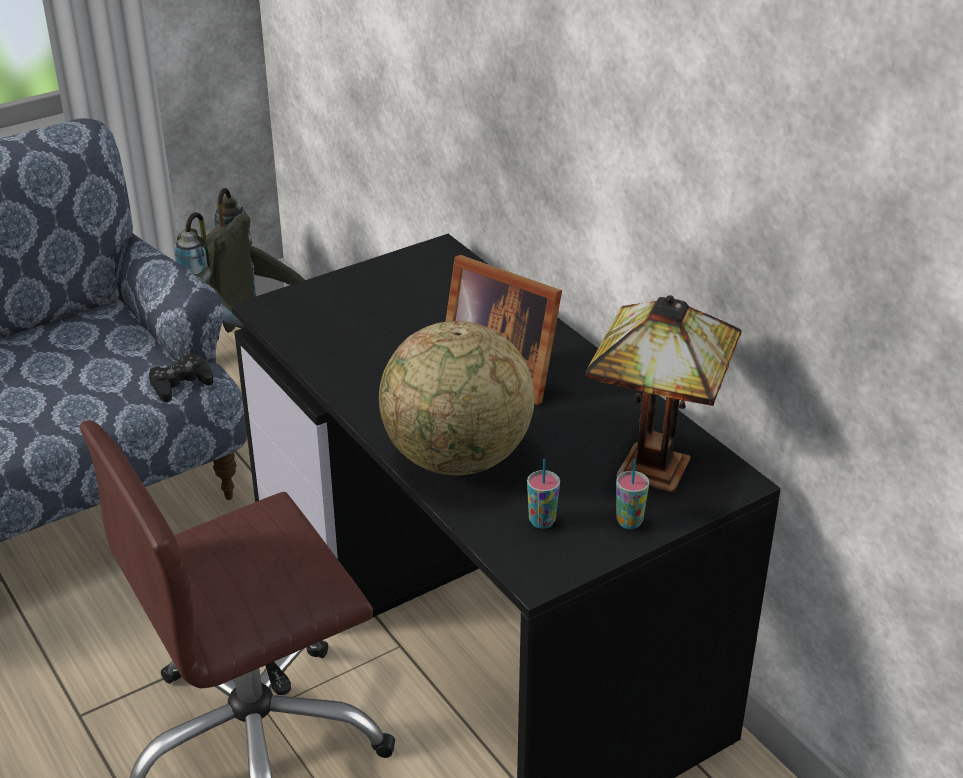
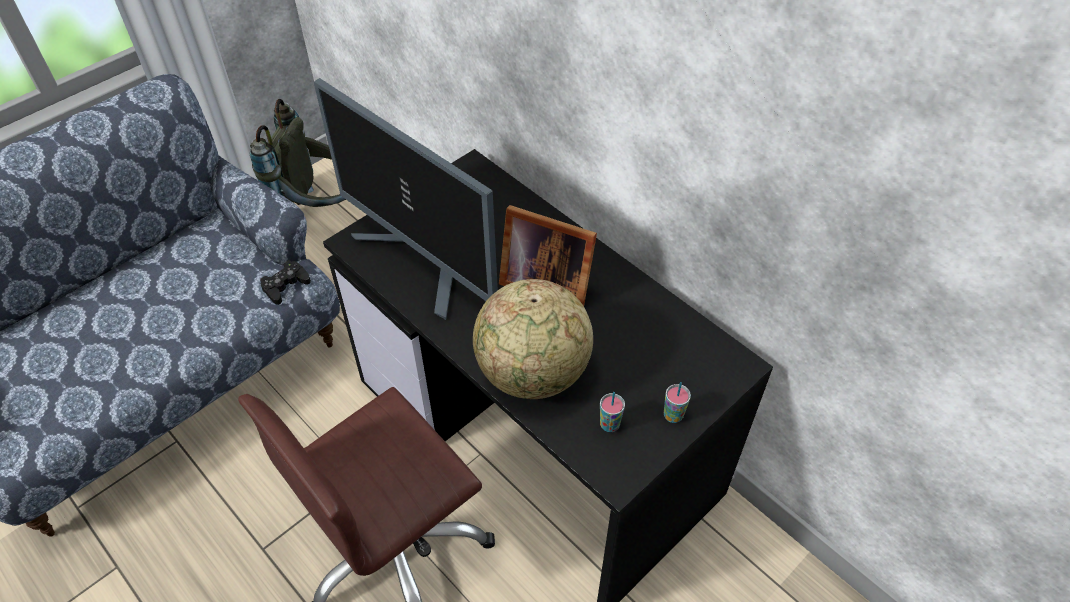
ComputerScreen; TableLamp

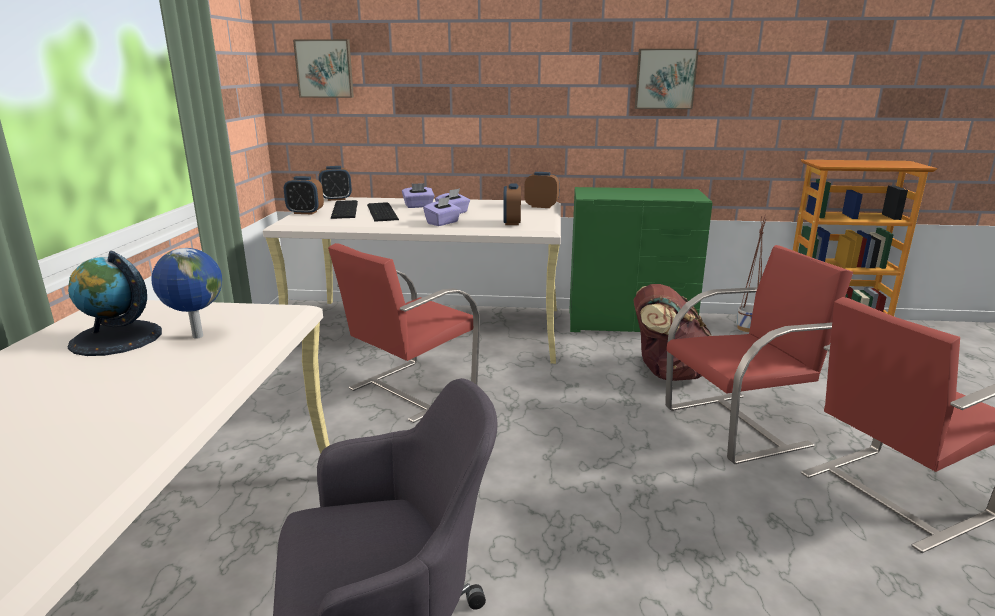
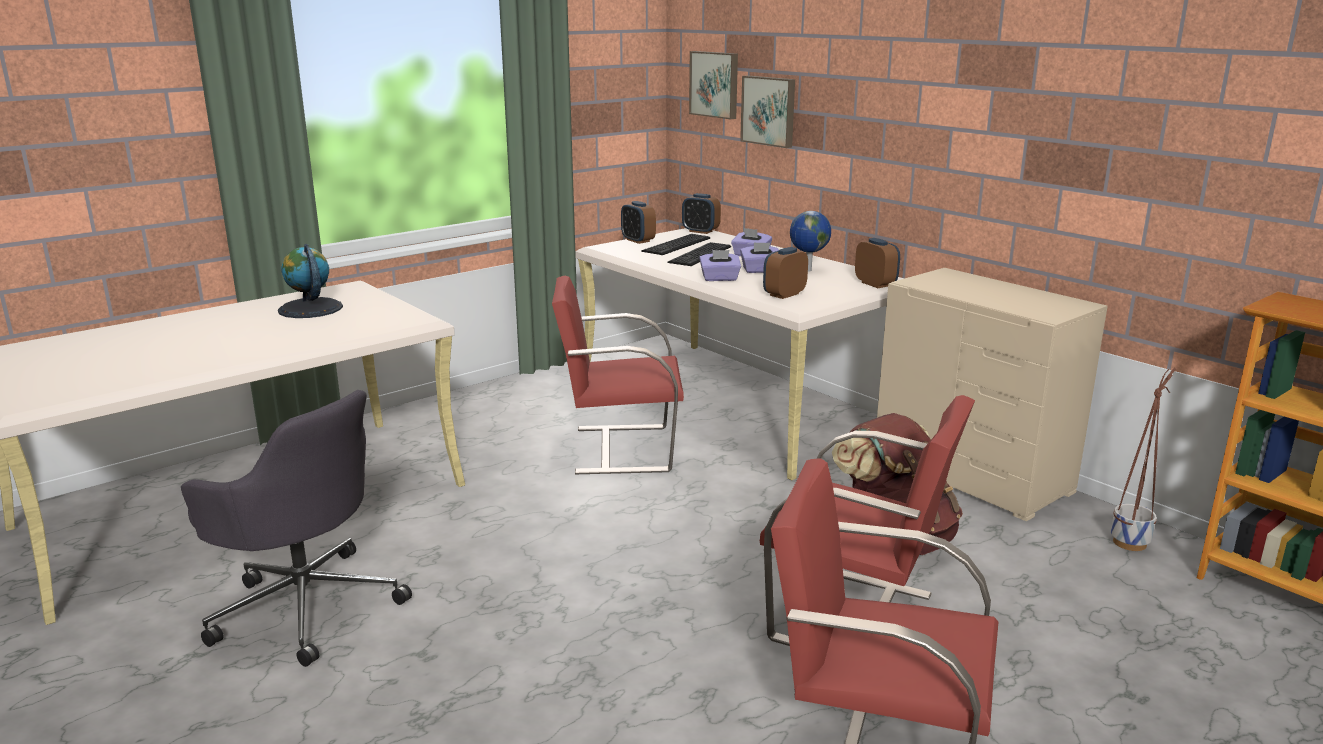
Picture (no. 2 from left); Globe (no. 2 from left); BeigeDresser

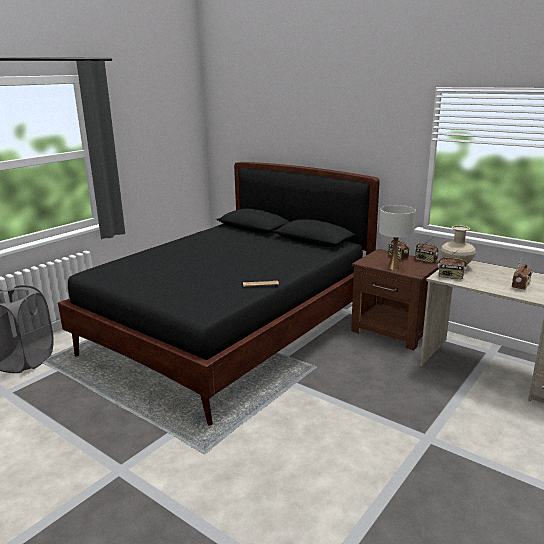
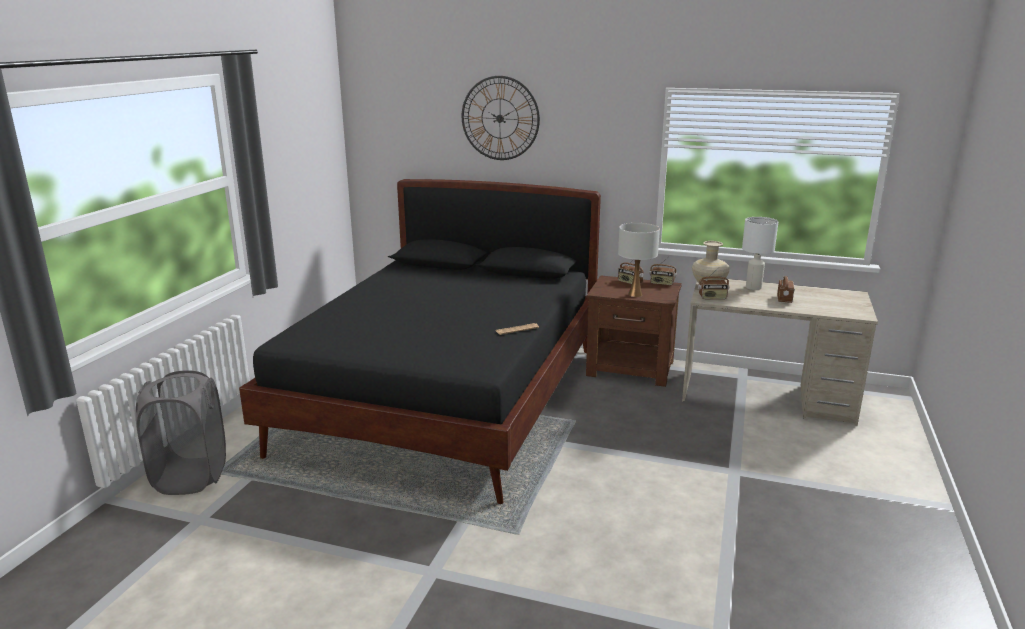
HangingClock; WhiteColouredTableLamp (no. 2 from left)

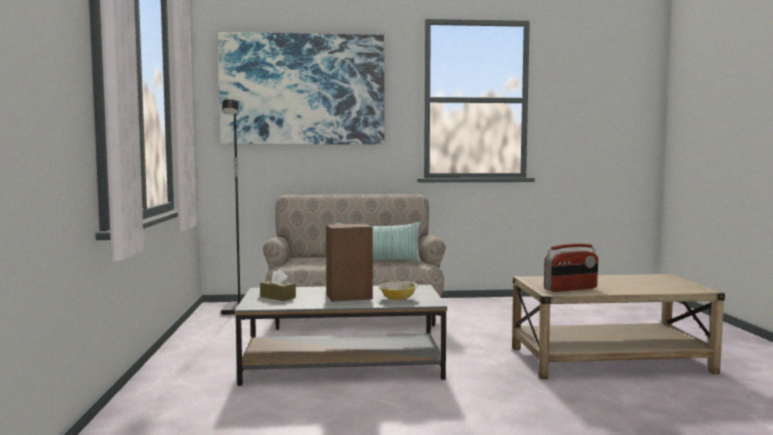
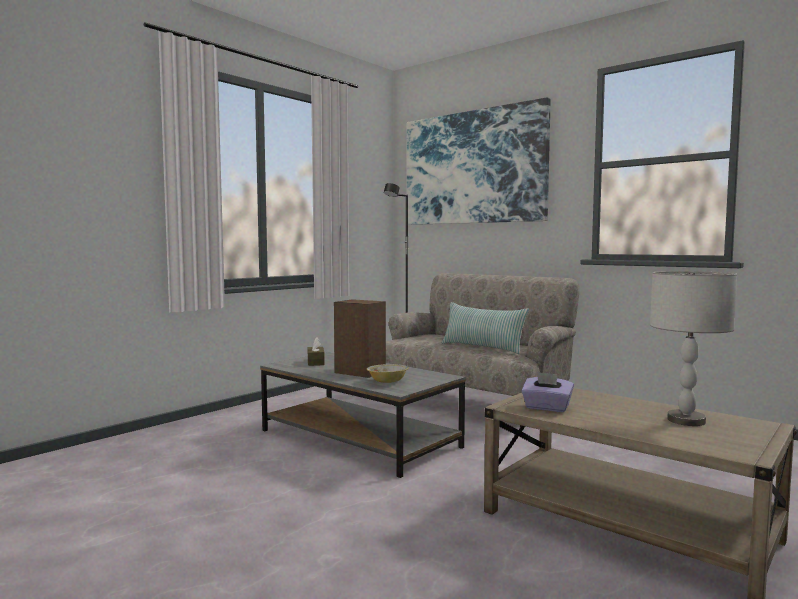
PurplishBoxOfTissues; GrayTableLamp

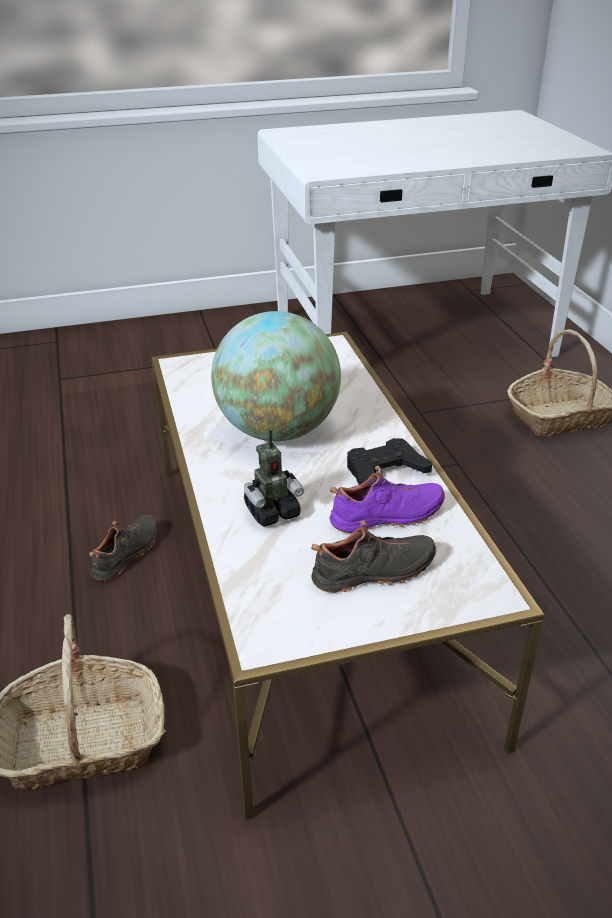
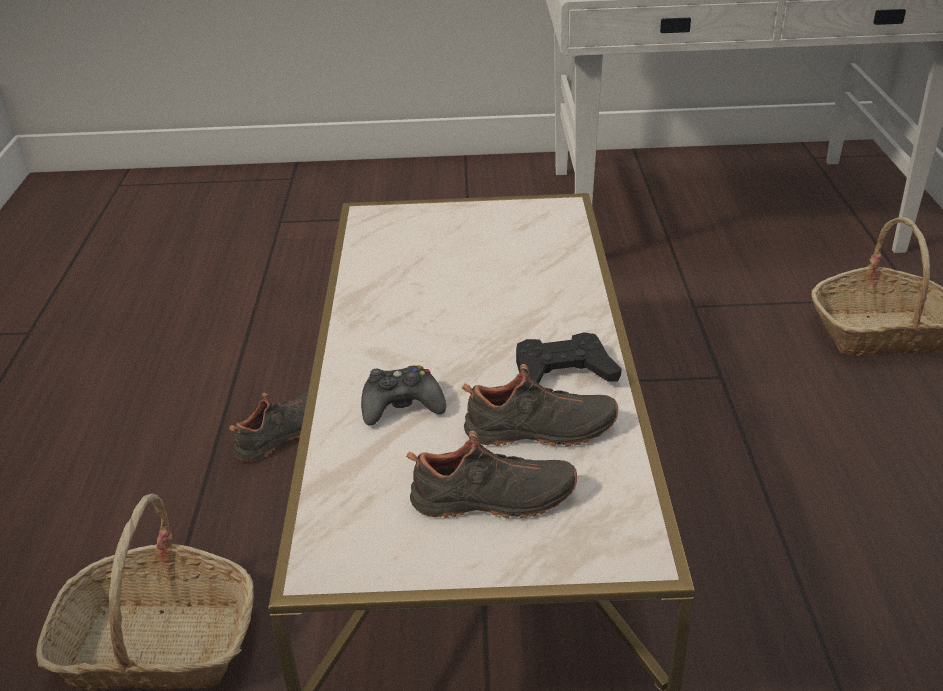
BlackishJoypad (no. 1 from left); BlackishItemOfFootwear (no. 3 from left); Globe

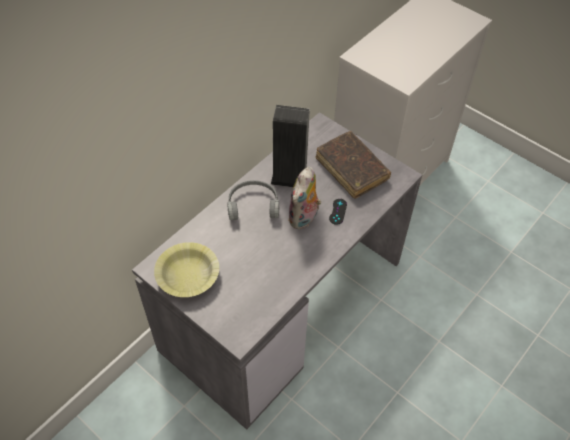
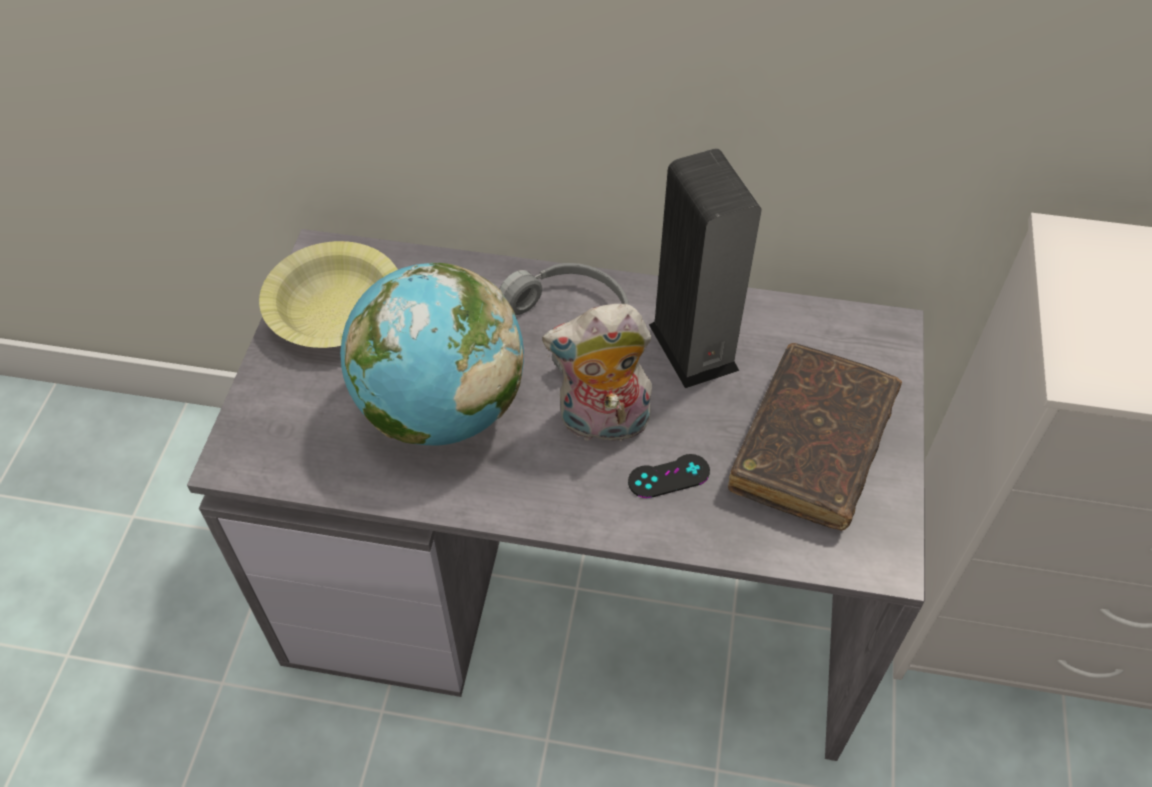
Globe

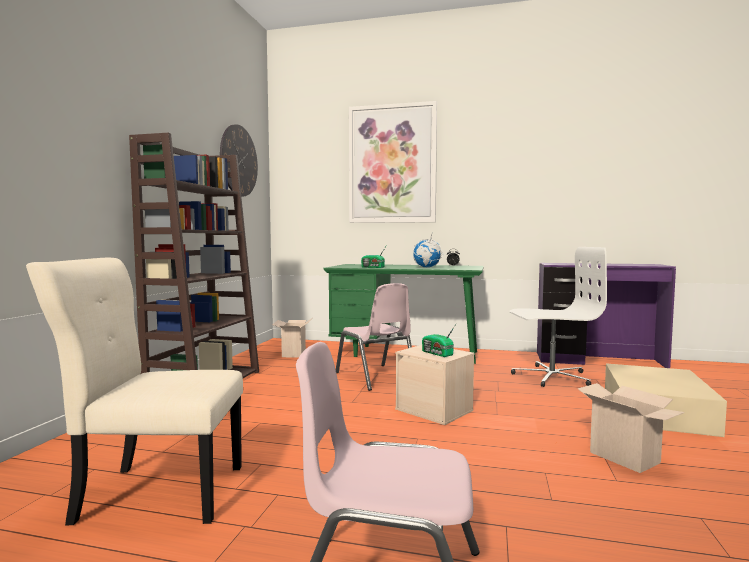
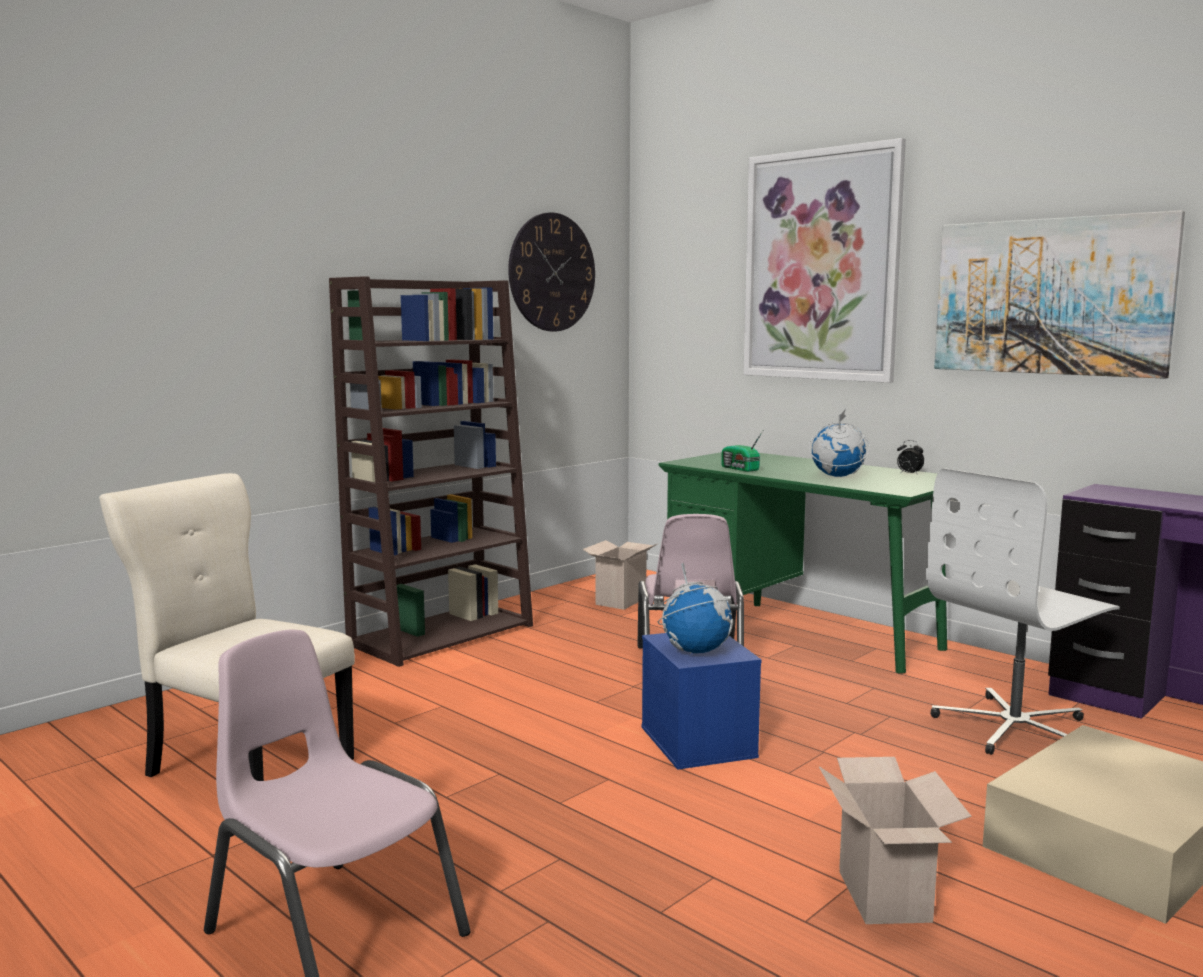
BlueColouredStorageContainer; Globe (no. 1 from left); WhiteColouredDeskChair; Picture (no. 2 from left)

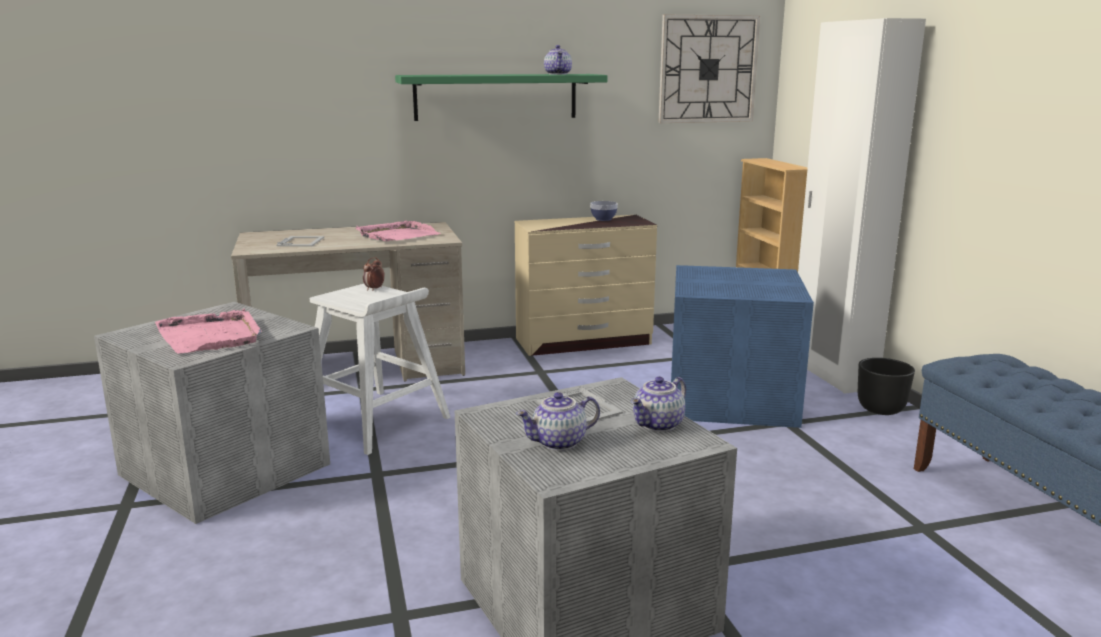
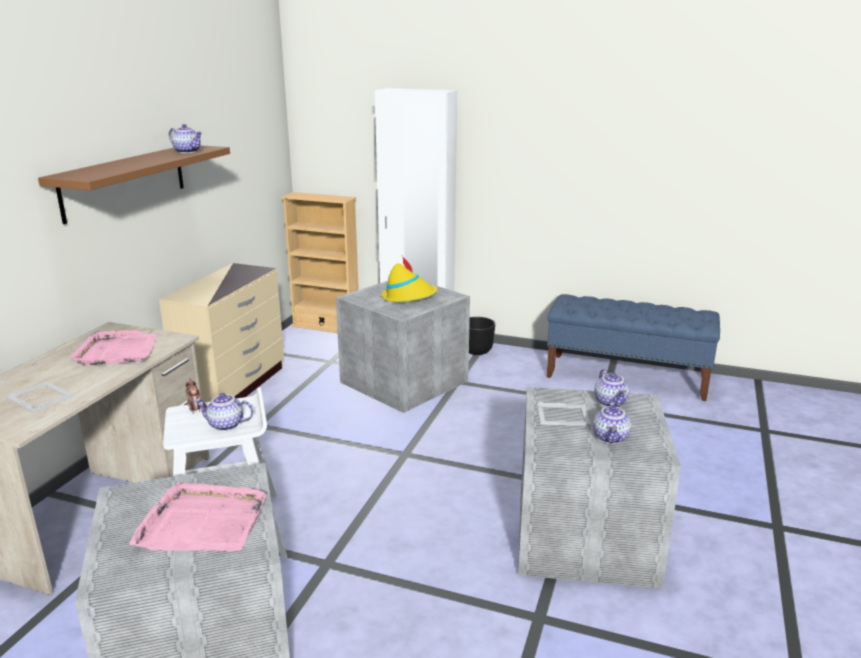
BrownWallShelf; TeaPot (no. 2 from left); GrayStorageContainer (no. 2 from left); YellowWearableHat; DeepDish; HangingClock

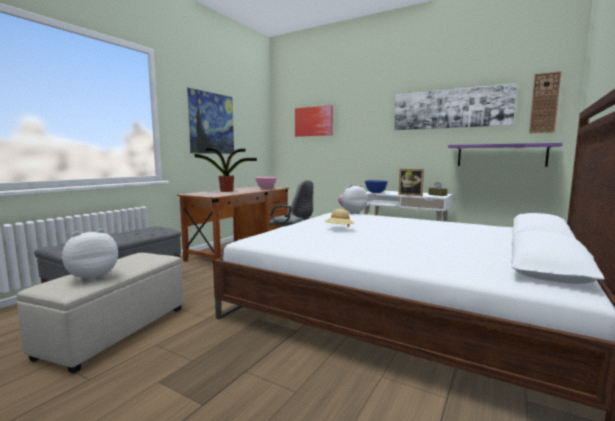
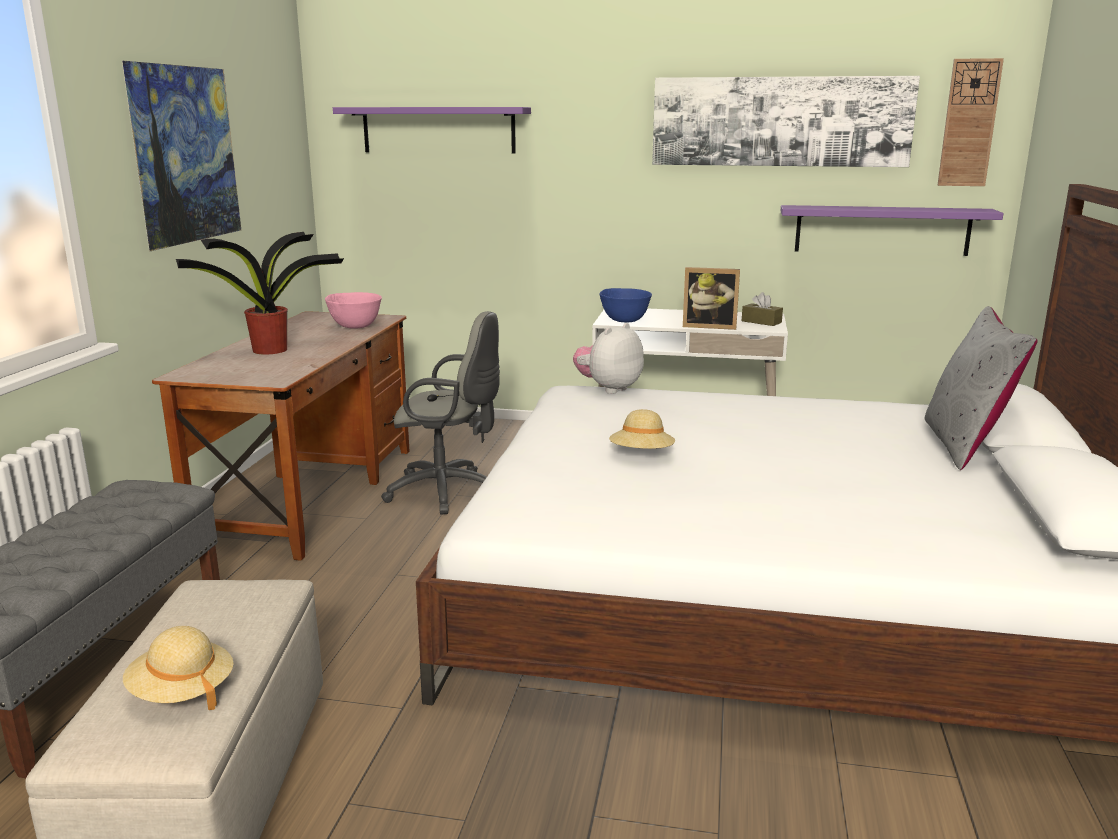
BeigeWearableHat (no. 1 from left); PurplishWallShelf (no. 1 from left); GrayPillow

